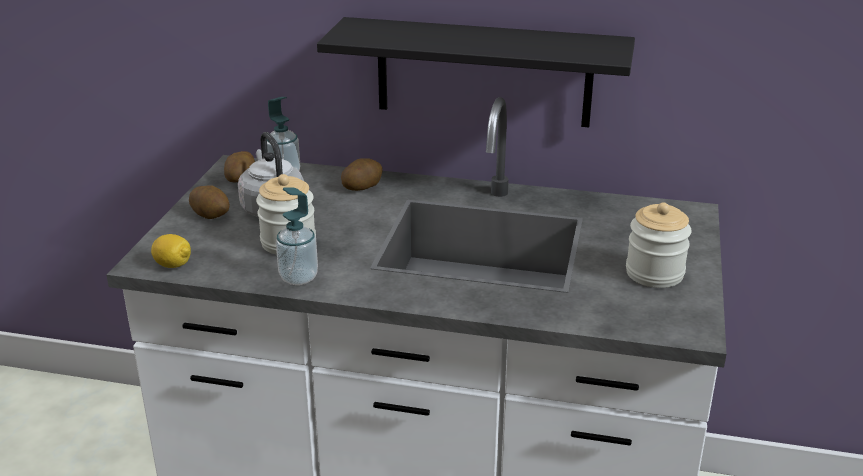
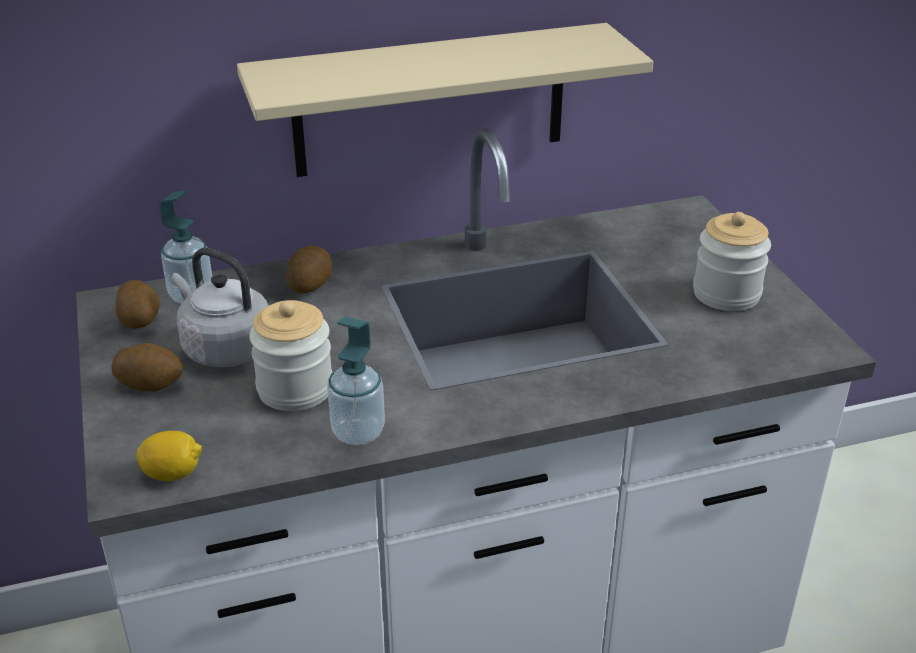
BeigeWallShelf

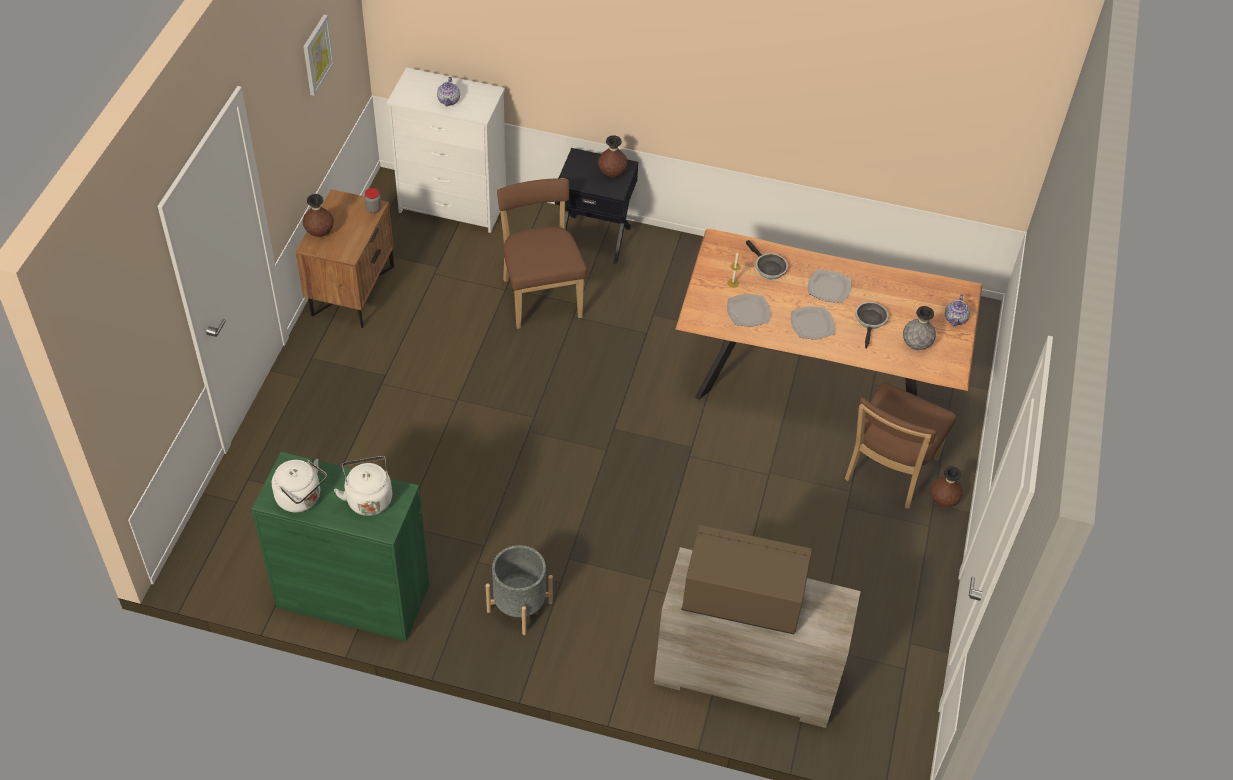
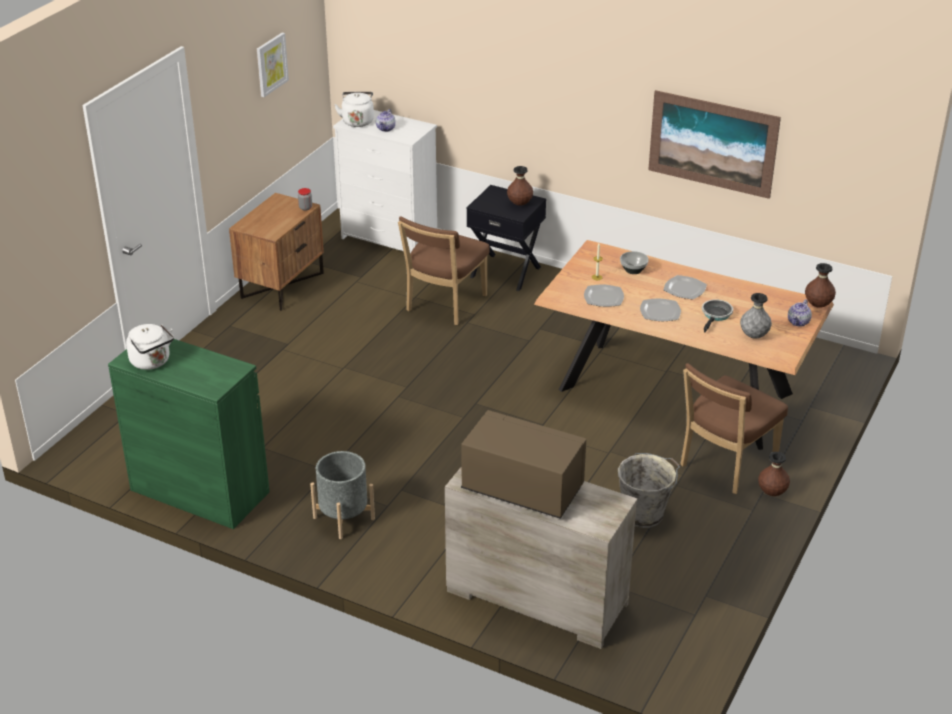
WhiteColouredWaterKettle (no. 2 from left); BrownUprightChair (no. 1 from left); GrayBucket; DeepDish; Picture (no. 2 from left); BrownDecorativeVase (no. 3 from left)

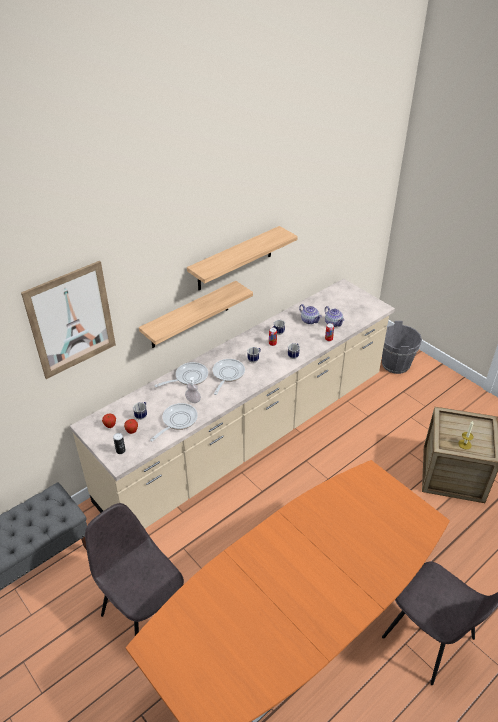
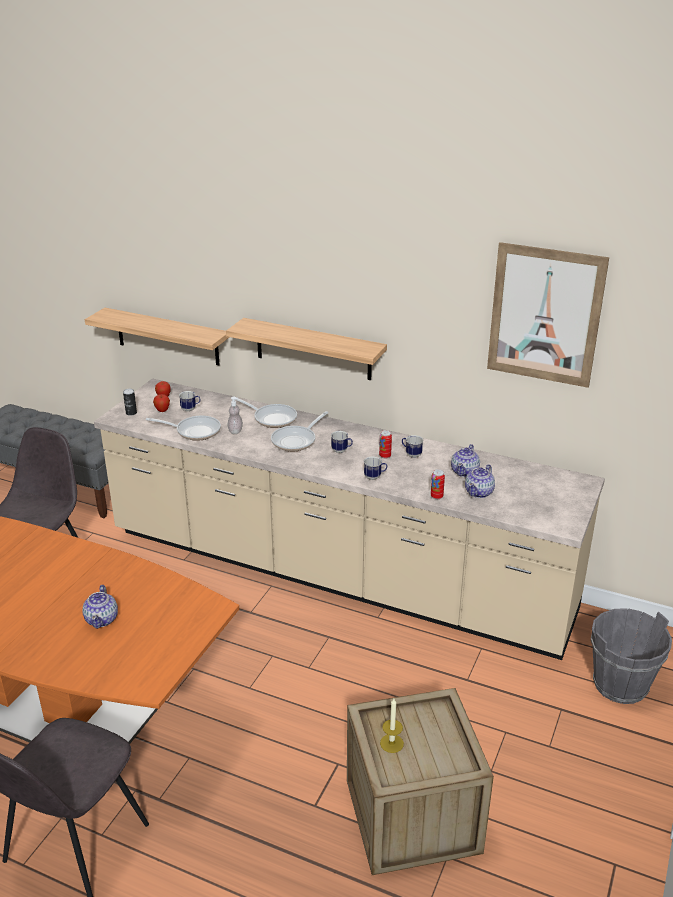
TeaPot (no. 1 from left); WallShelf (no. 1 from left); Skillet (no. 3 from left); Picture

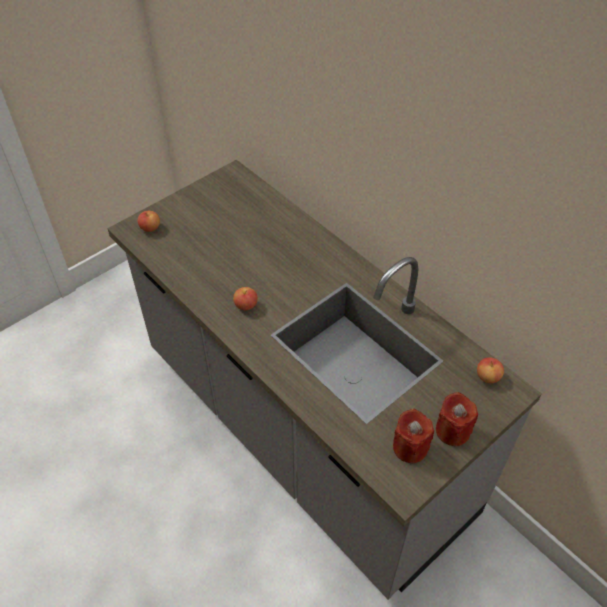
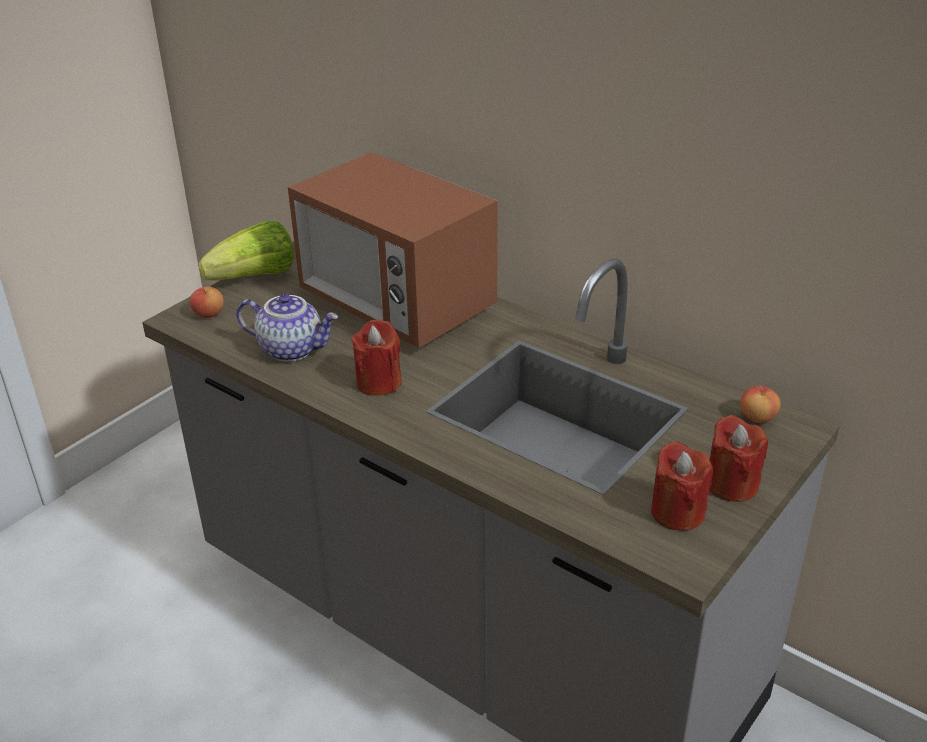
HeadOfLettuce; TeaPot; Microwave; RedColouredWaxCandle (no. 1 from left)

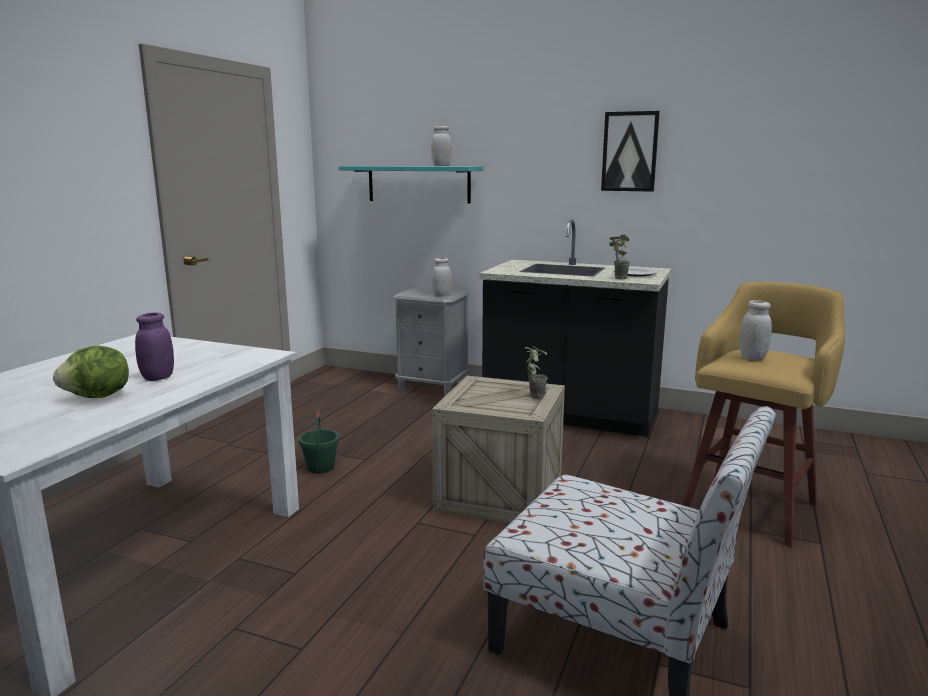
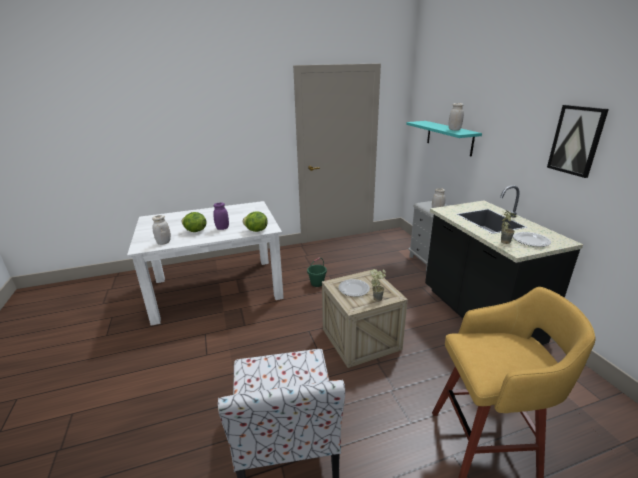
WhiteColouredStorageJar (no. 1 from left); HeadOfLettuce (no. 2 from left); Plate (no. 1 from left)

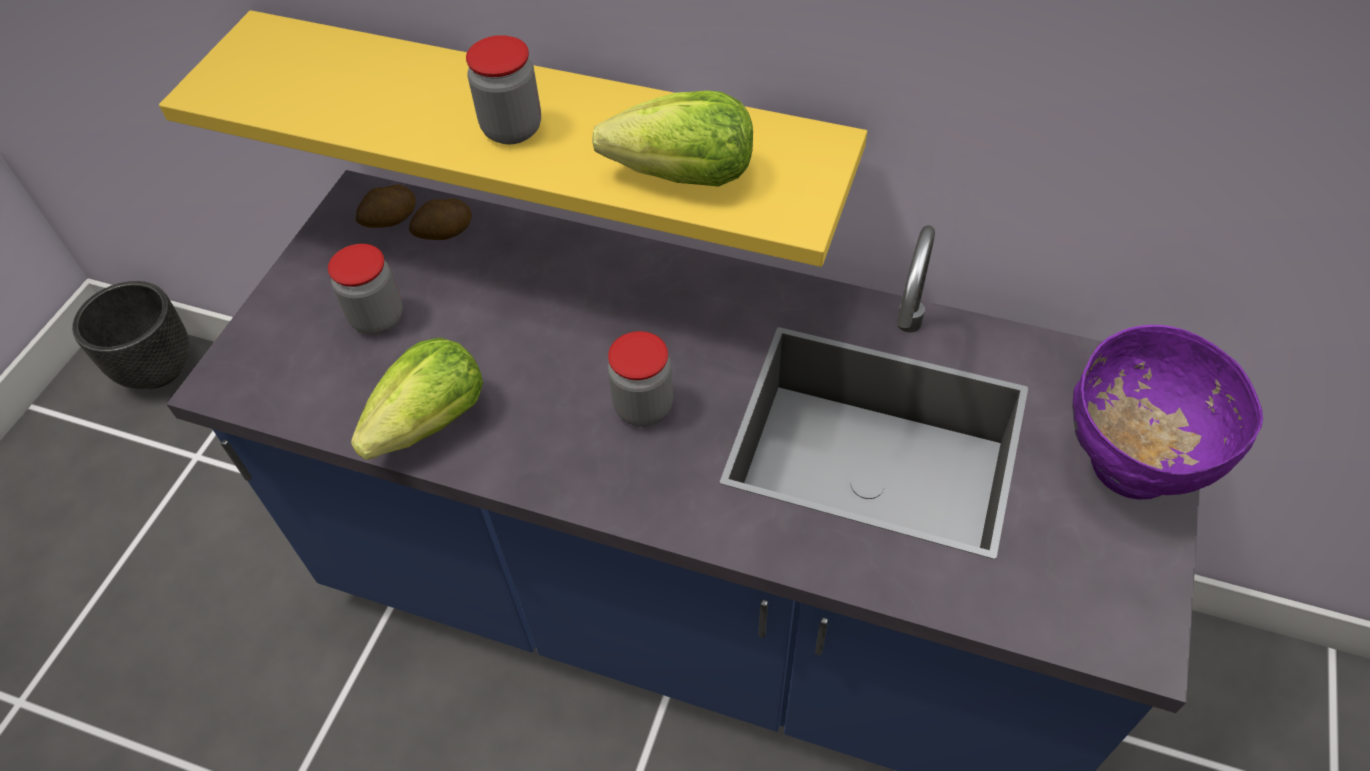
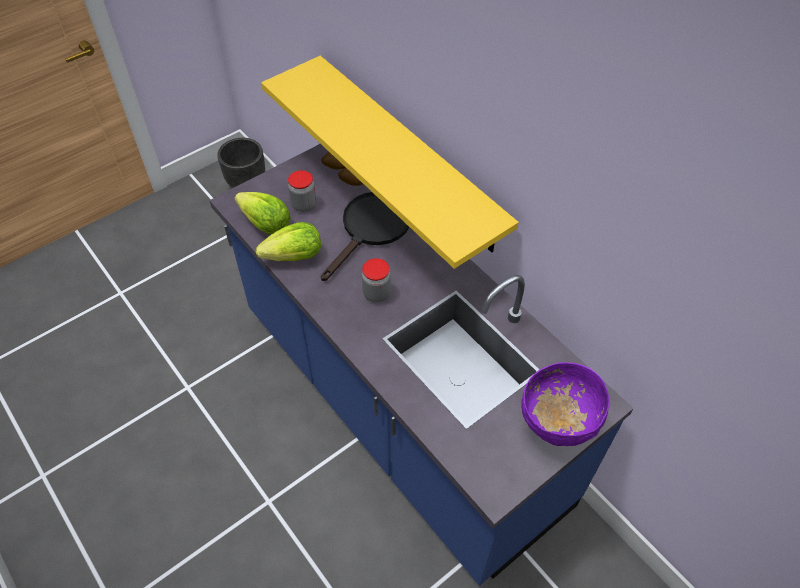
HeadOfLettuce (no. 1 from left); BlackishSkillet; StorageJar (no. 2 from left in the first image)

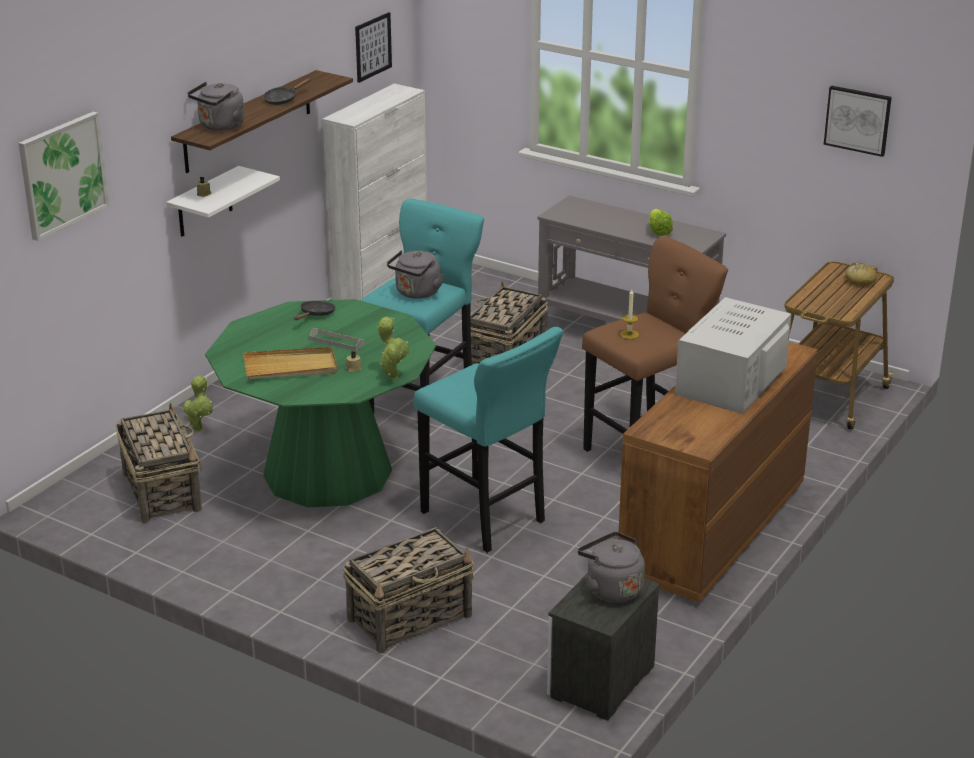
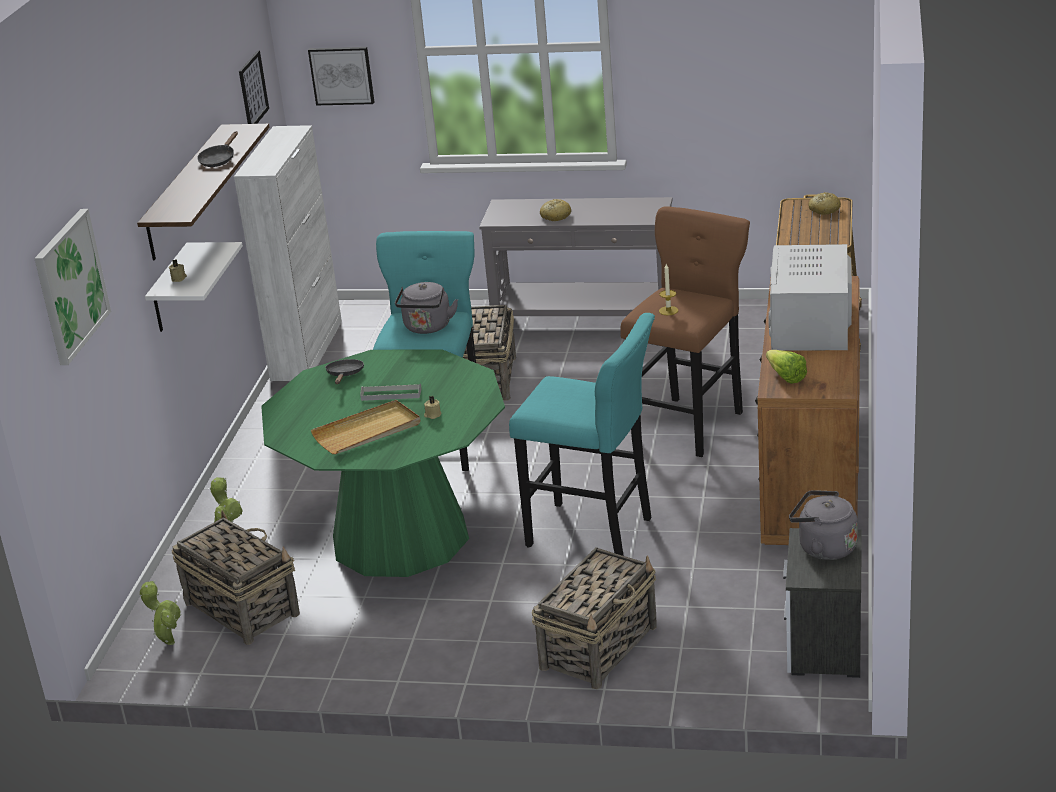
Houseplant (no. 1 from left); Picture (no. 3 from left); Bread (no. 1 from left); HeadOfLettuce; GrayWaterKettle (no. 1 from left in the first image)

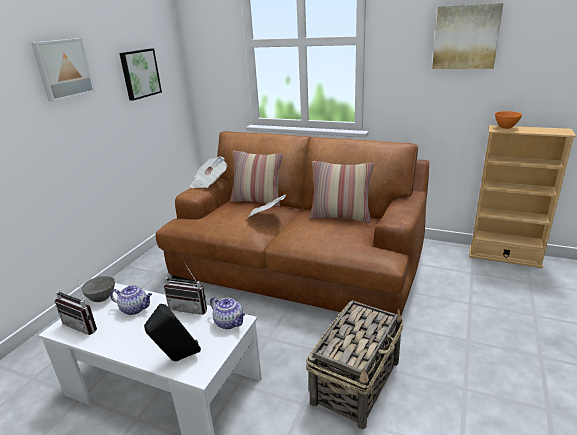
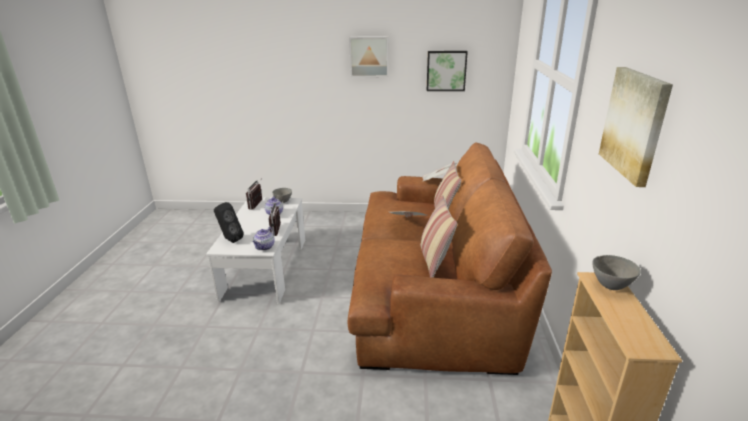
GrayDeepDish (no. 2 from left); StorageBasket

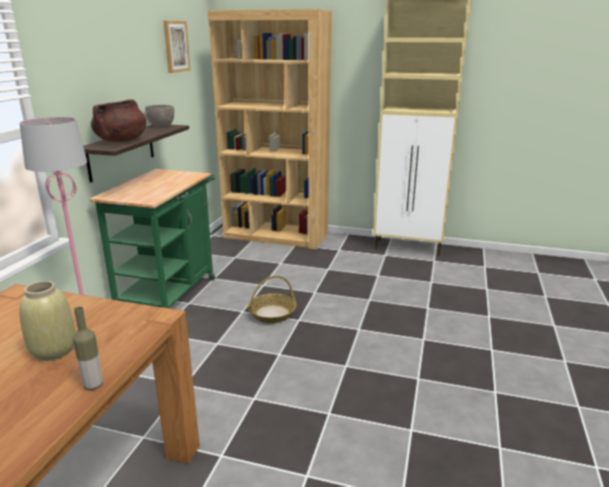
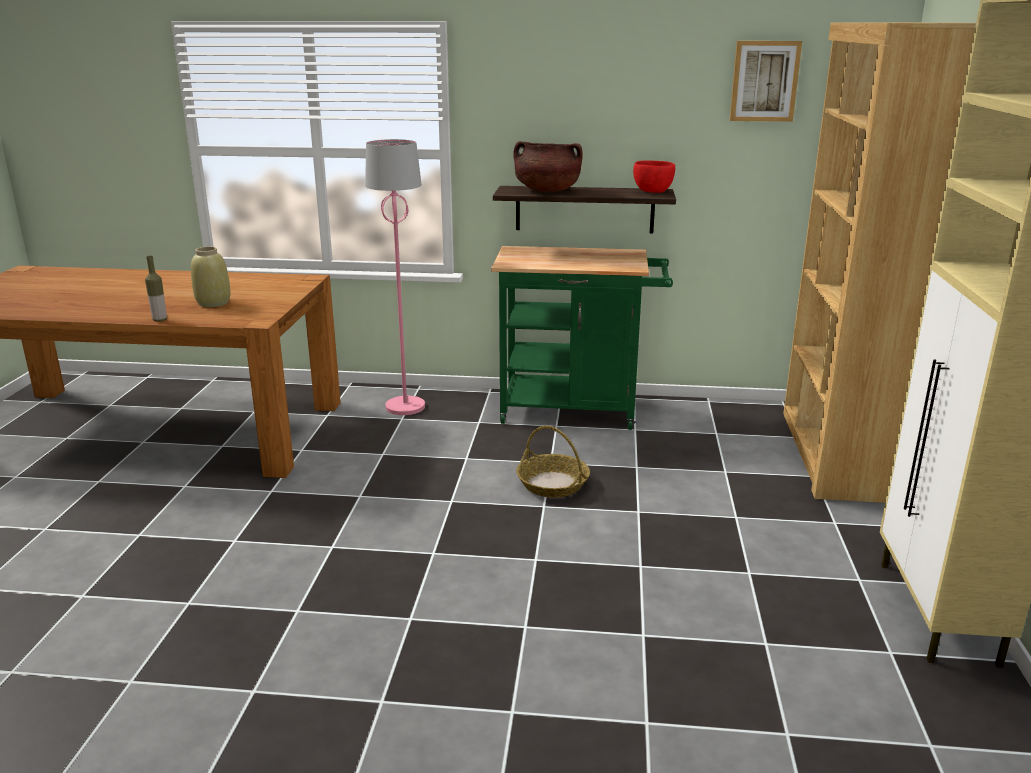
RedColouredDeepDish

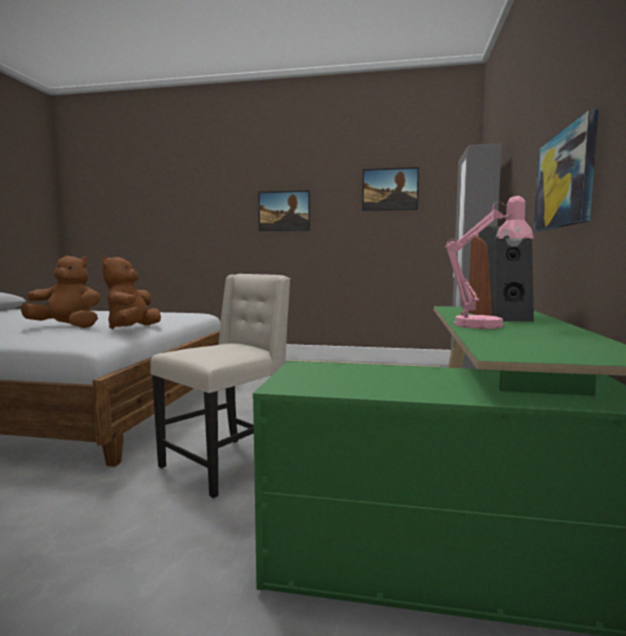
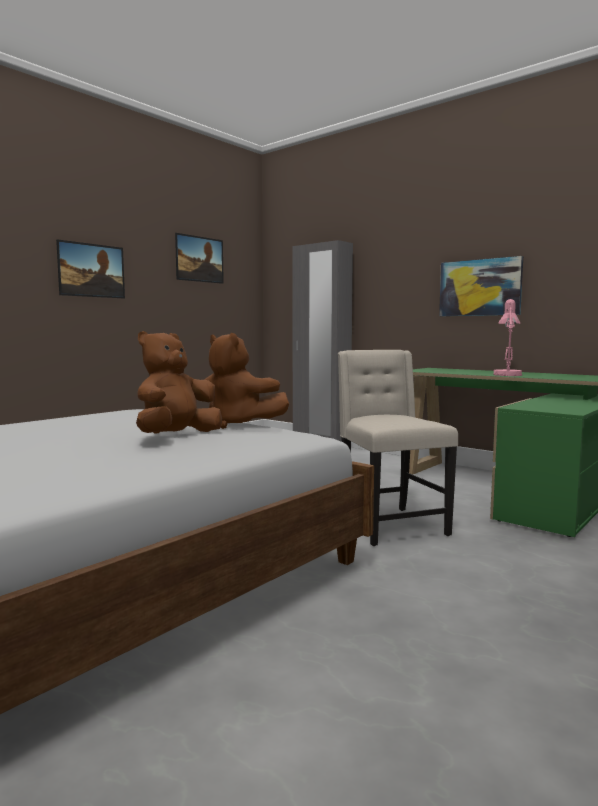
AudioSpeaker

